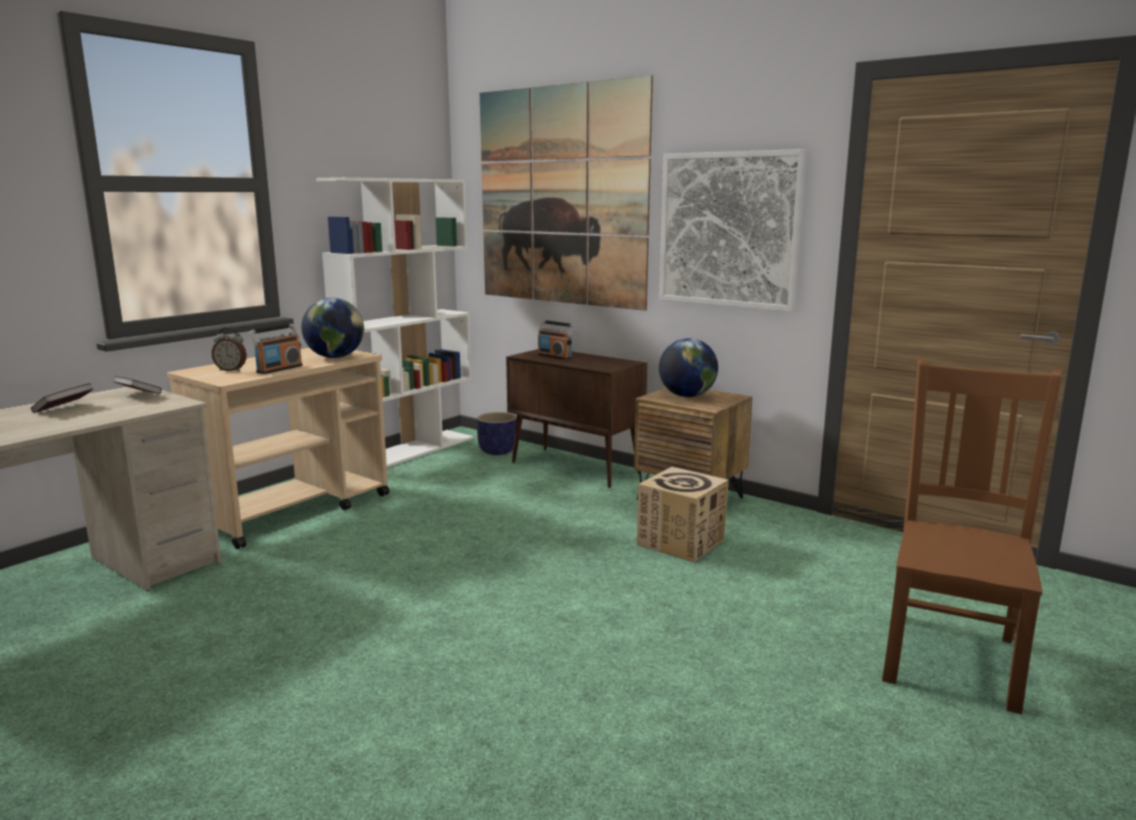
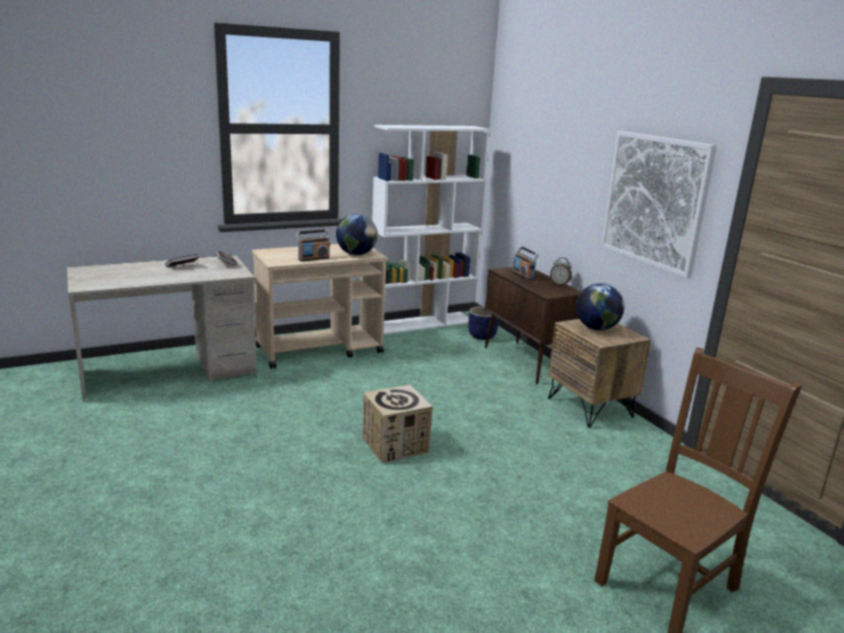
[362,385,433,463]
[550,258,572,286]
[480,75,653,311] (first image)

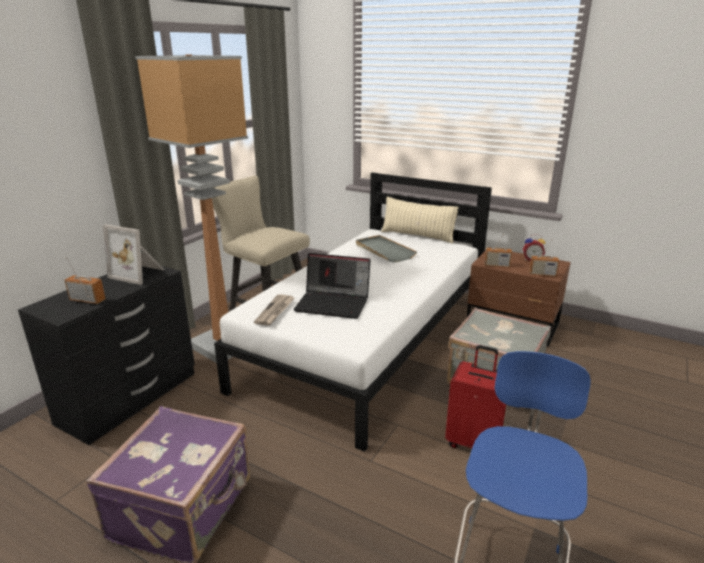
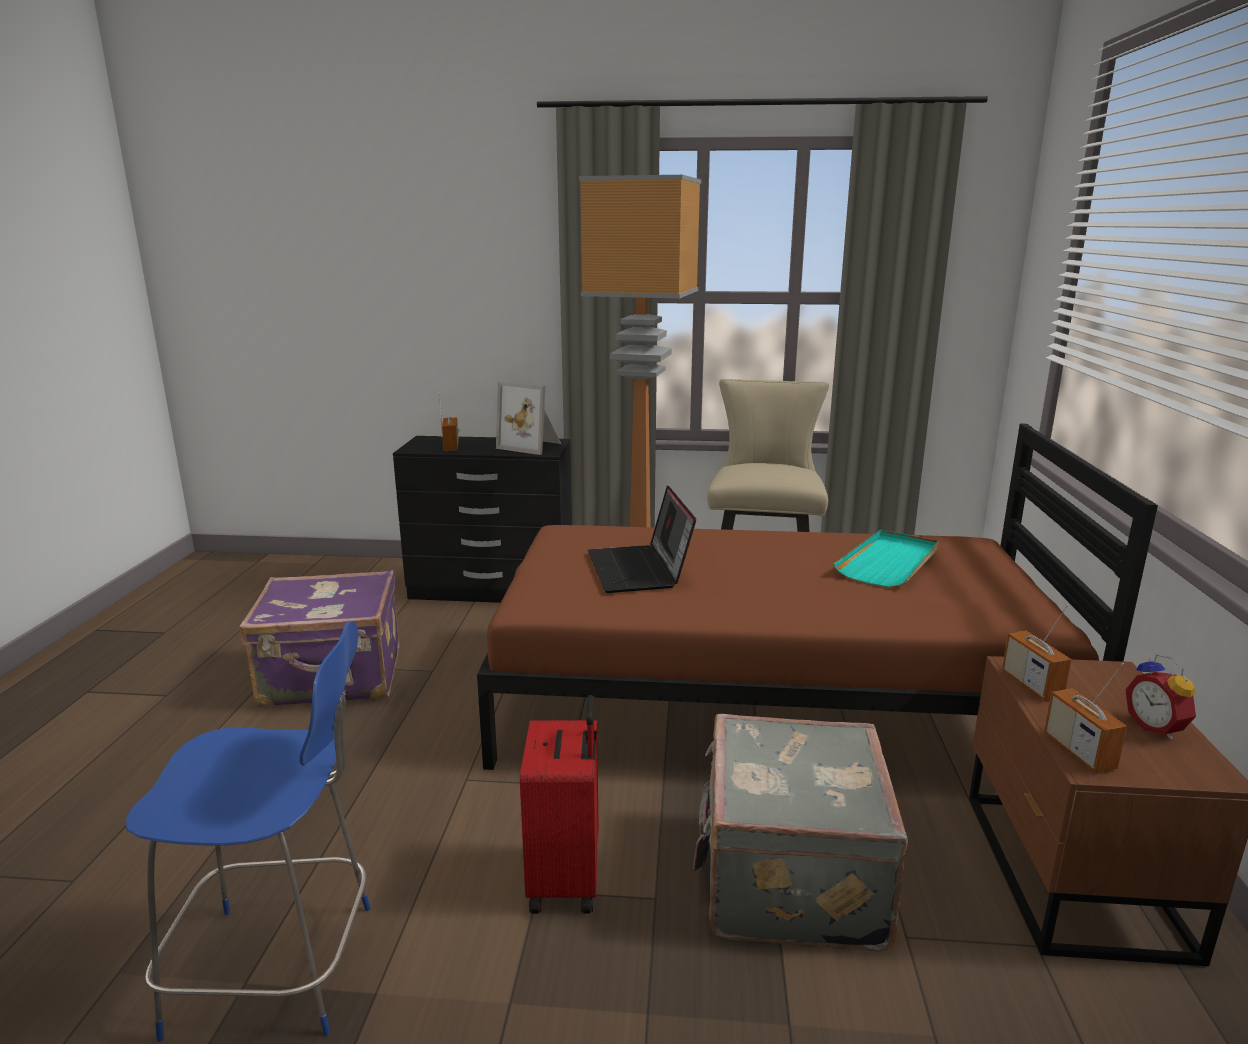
[477,424,1158,770]
[496,381,561,455]
[834,530,938,587]
[254,295,295,325] (first image)
[381,197,459,244] (first image)

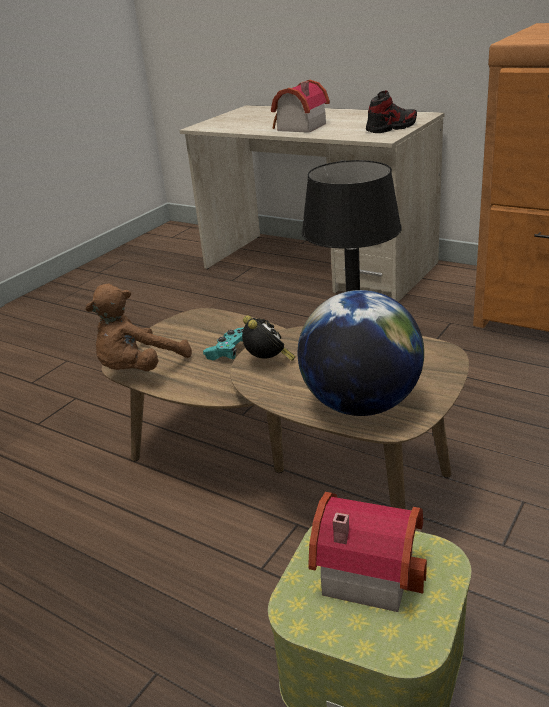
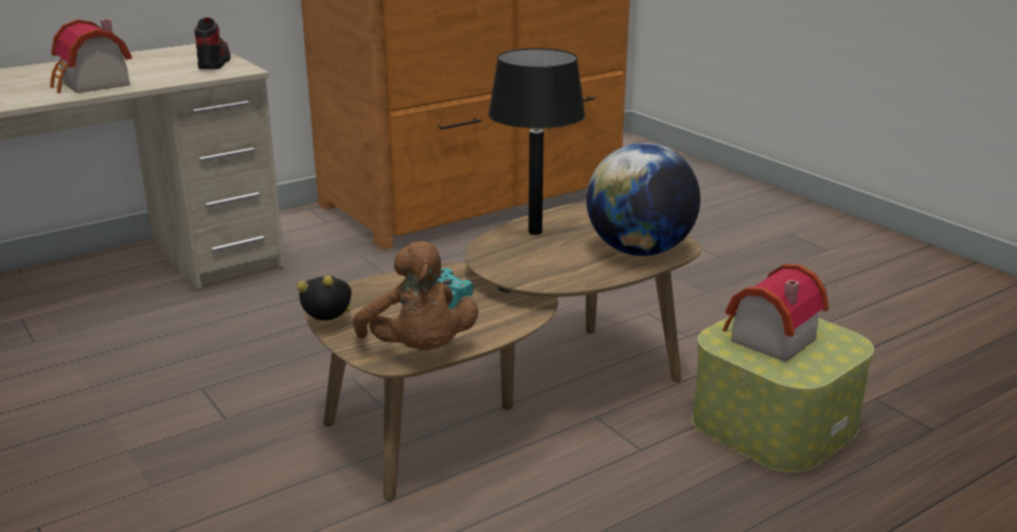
[297,276,352,320]

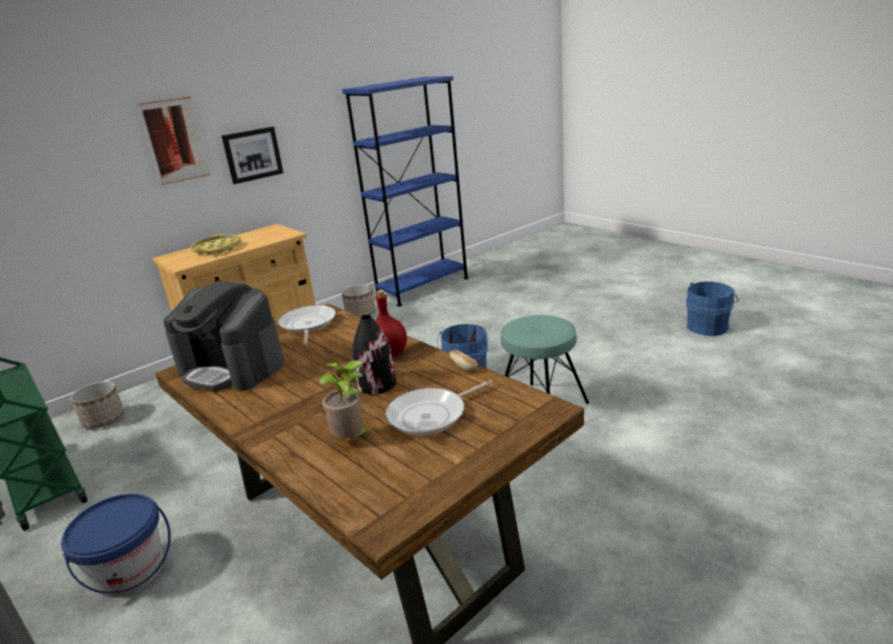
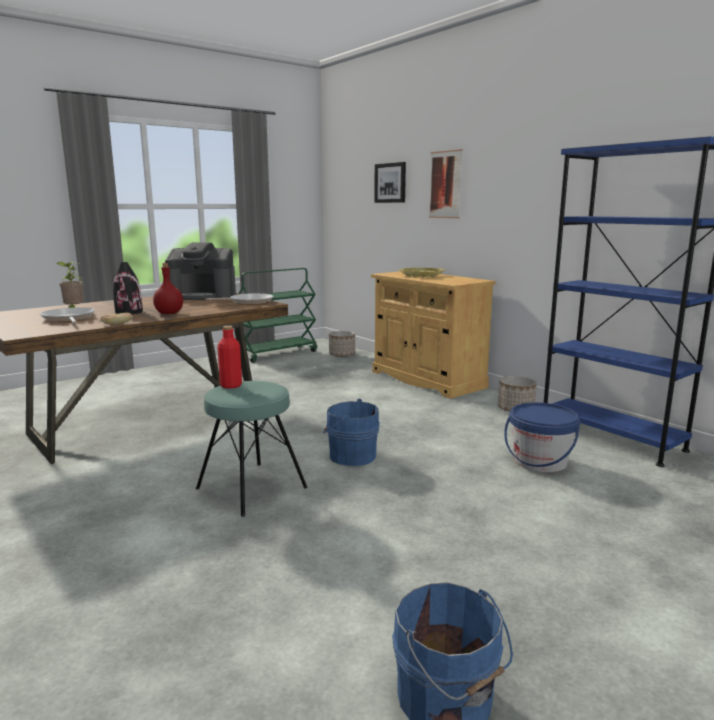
[165,242,236,300]
[218,326,242,389]
[374,162,406,203]
[504,402,580,472]

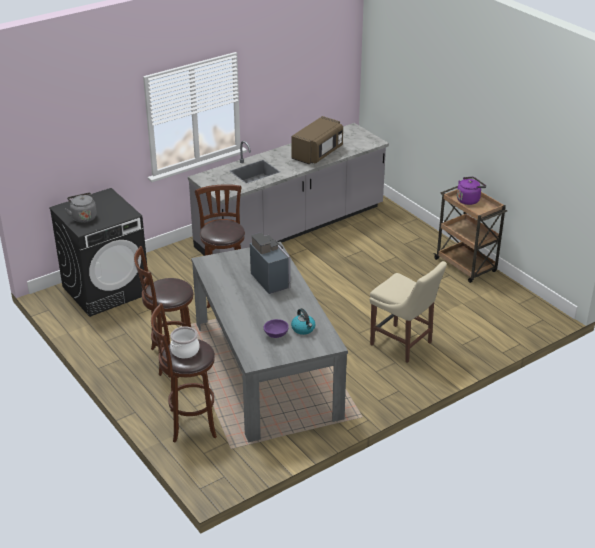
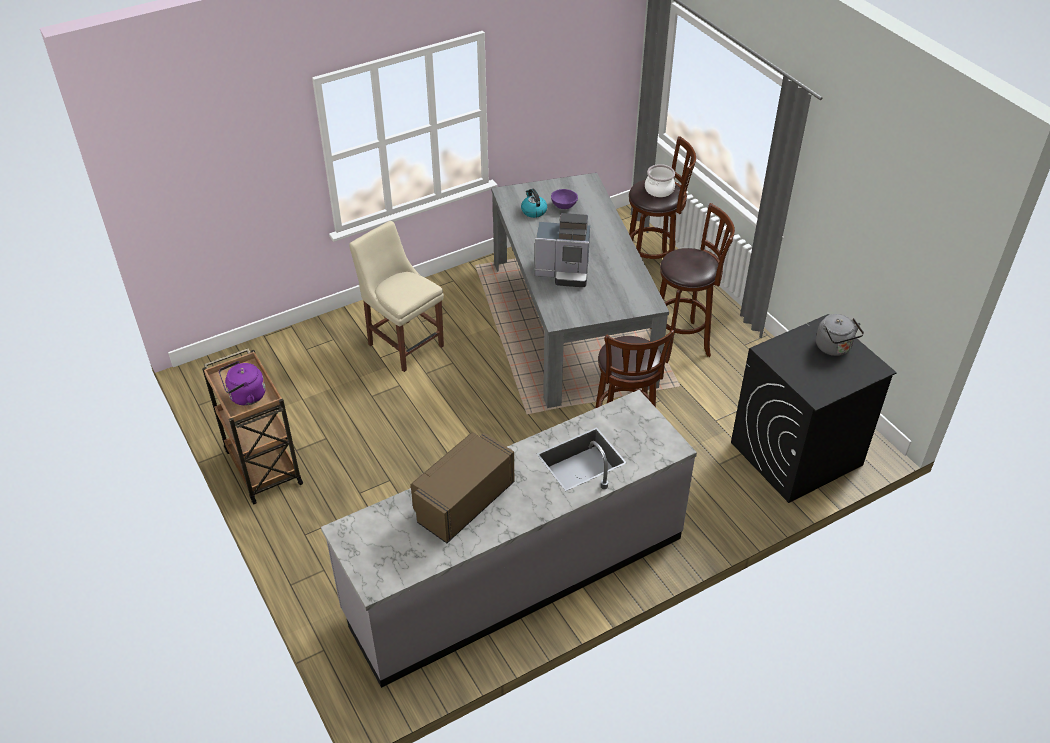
[535,213,590,287]

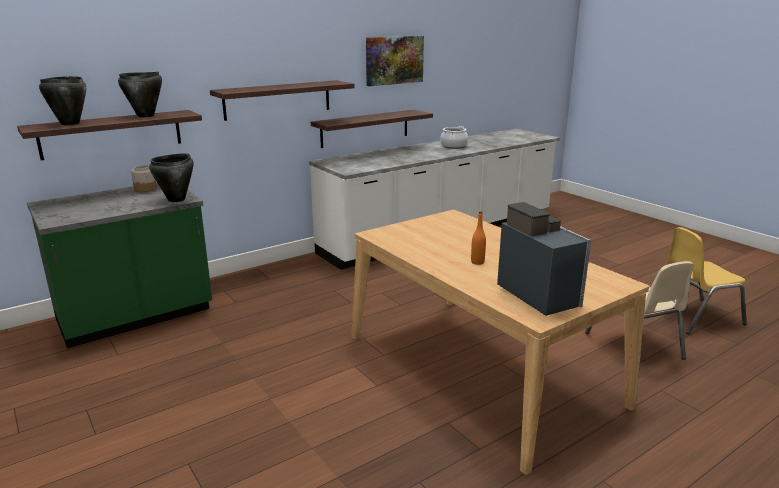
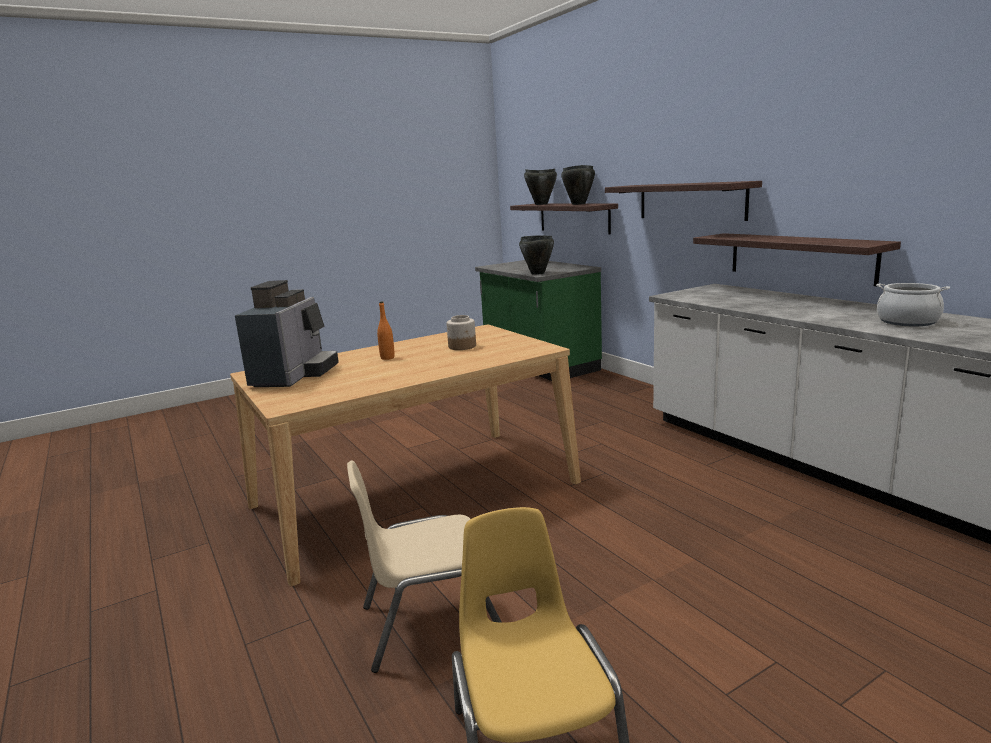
[235,280,339,387]
[446,315,476,350]
[366,36,424,86] (first image)

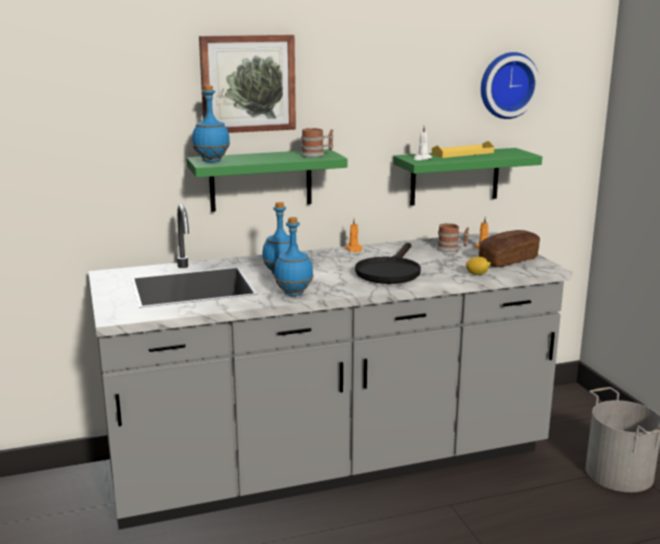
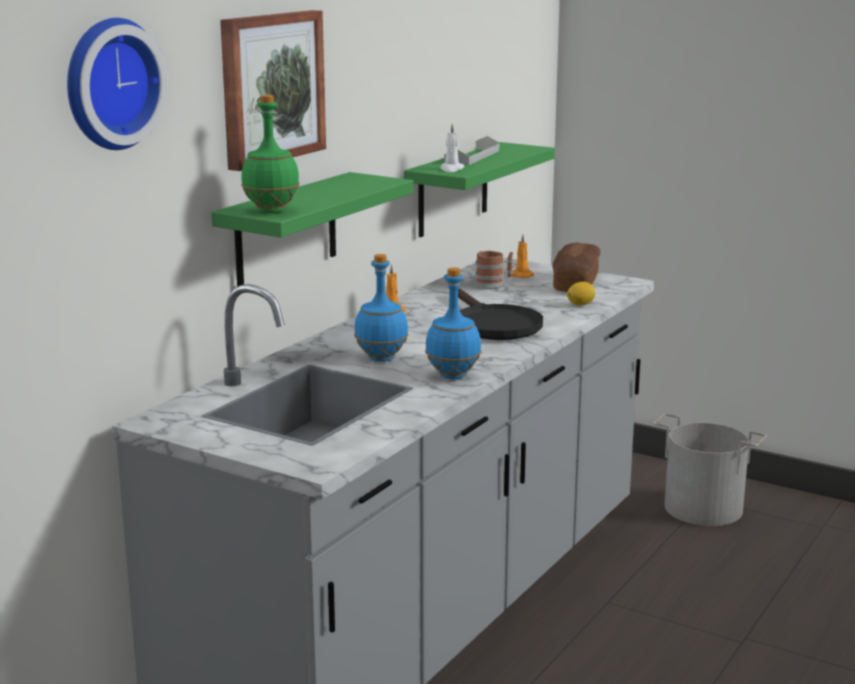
[67,18,168,150]
[241,95,300,213]
[444,136,499,165]
[301,128,333,157] (first image)

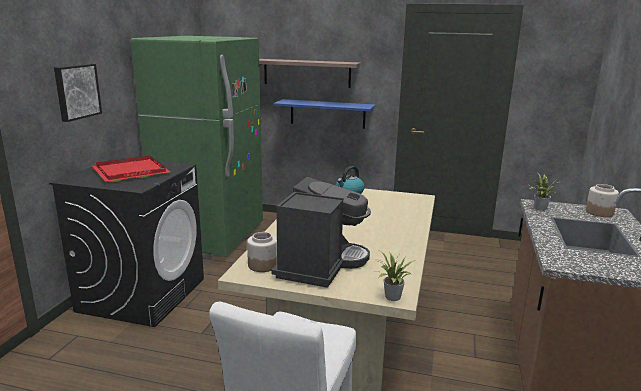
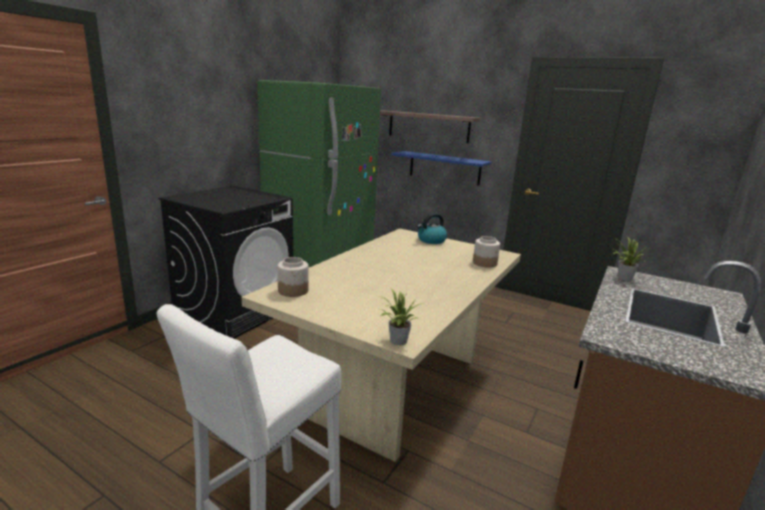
[473,236,500,268]
[54,64,102,122] (first image)
[92,156,170,182] (first image)
[272,177,371,288] (first image)

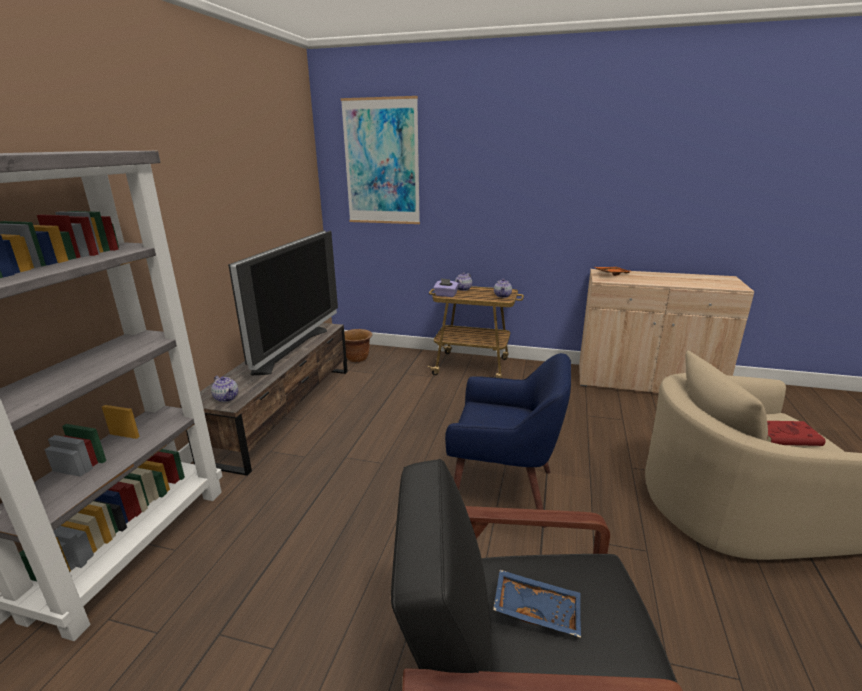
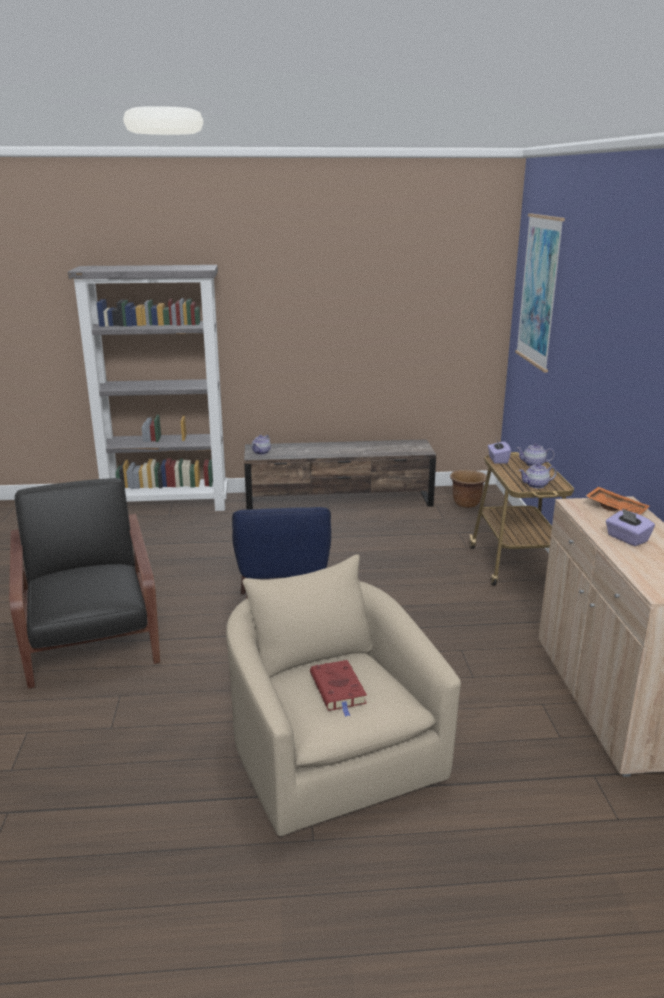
[606,508,655,546]
[228,231,338,375] (first image)
[493,570,581,638] (first image)

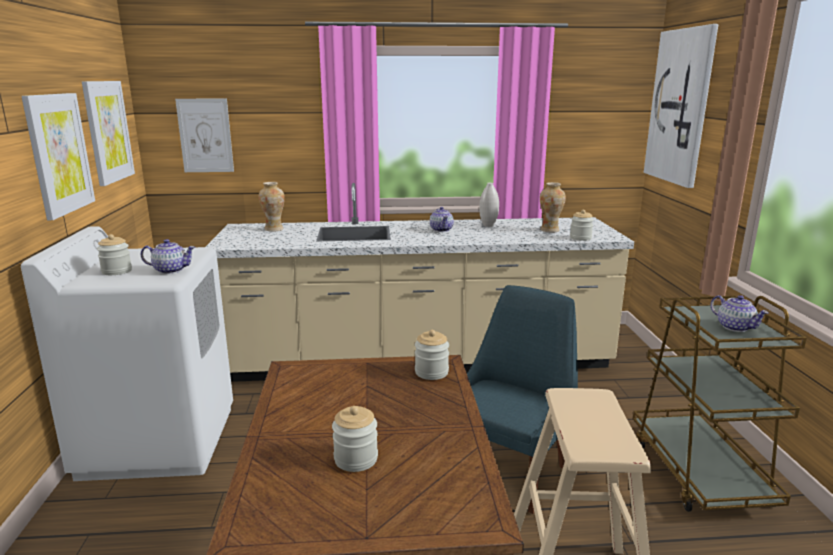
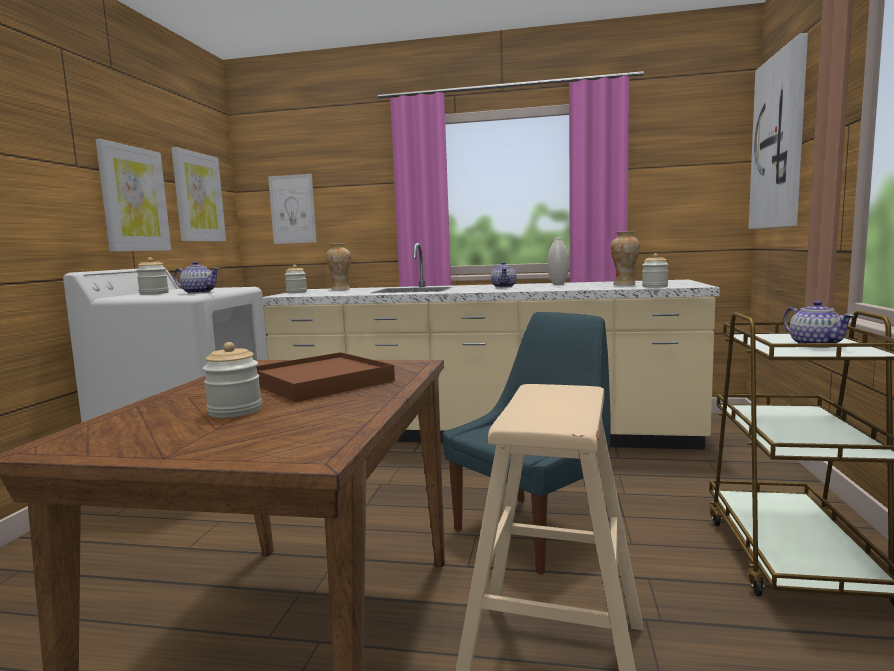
[256,352,395,402]
[285,265,307,293]

